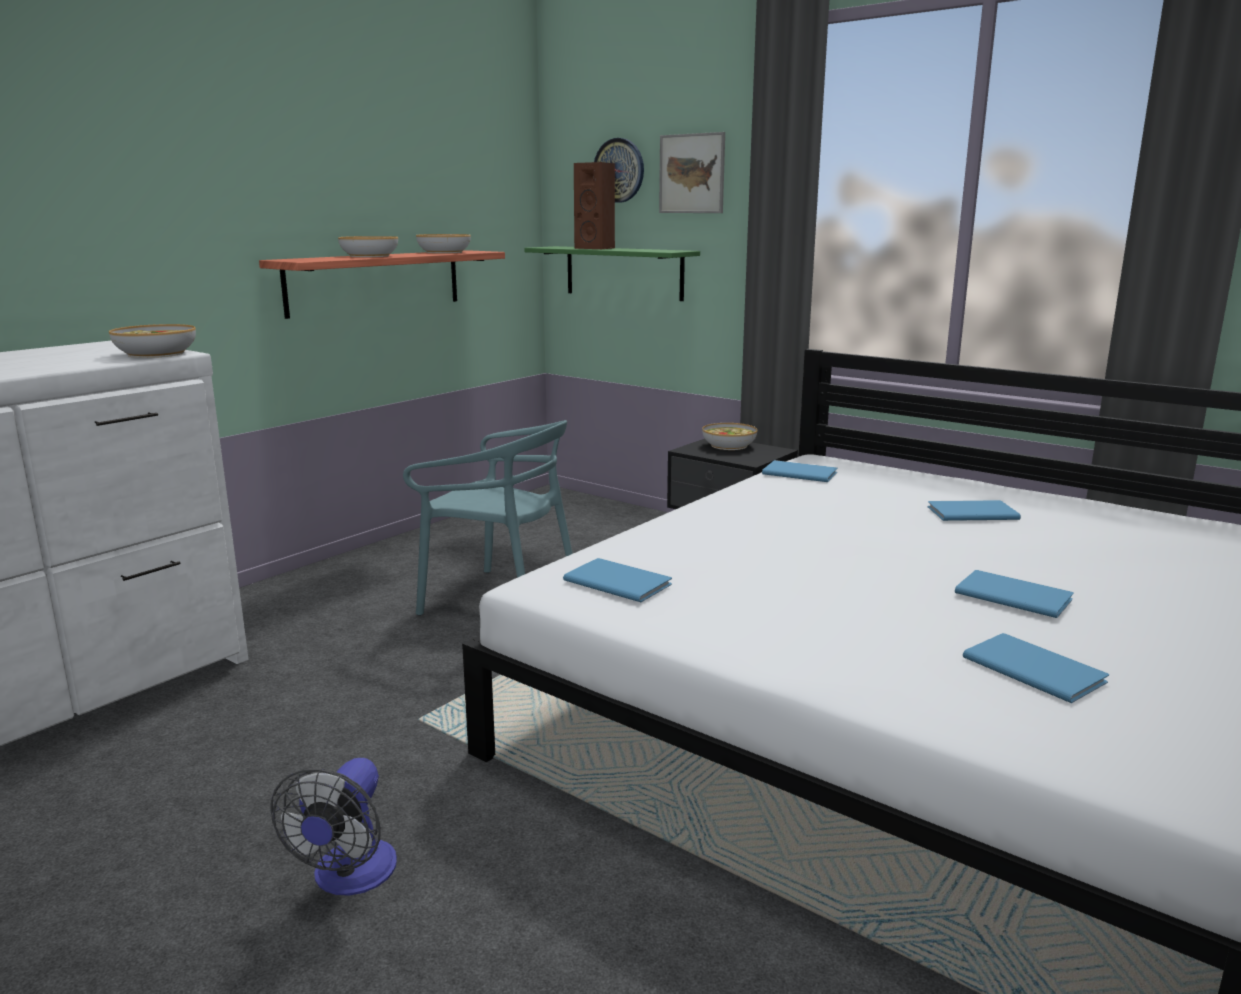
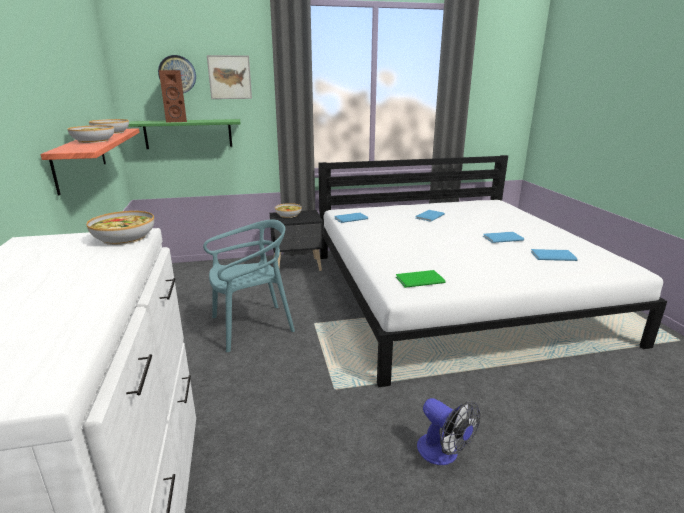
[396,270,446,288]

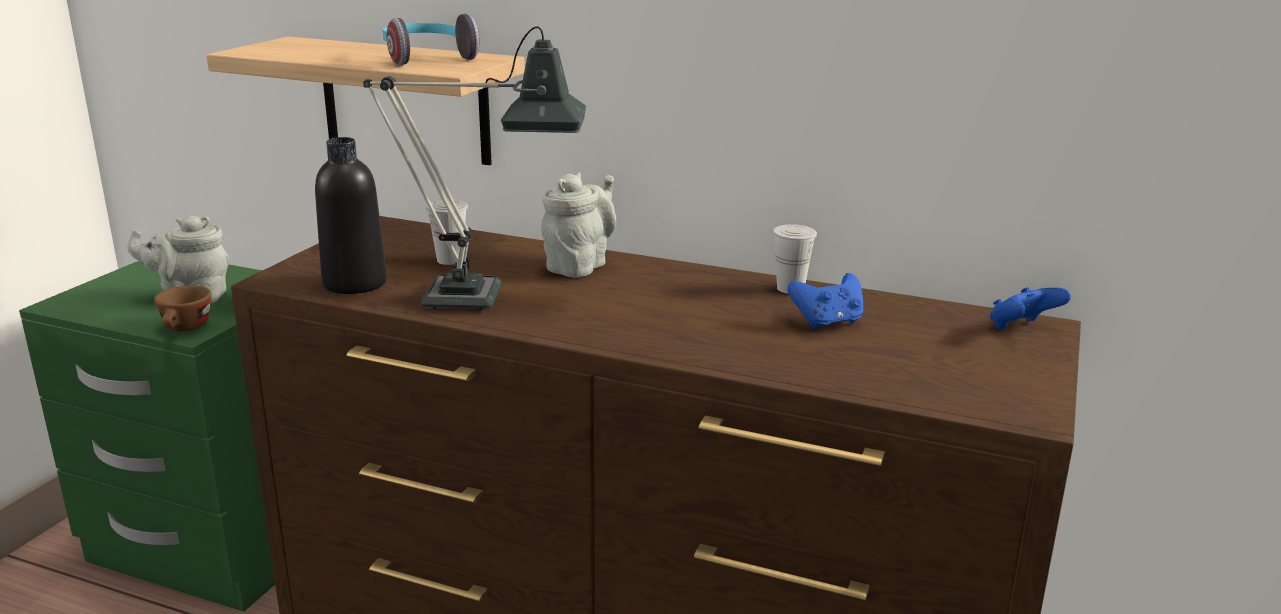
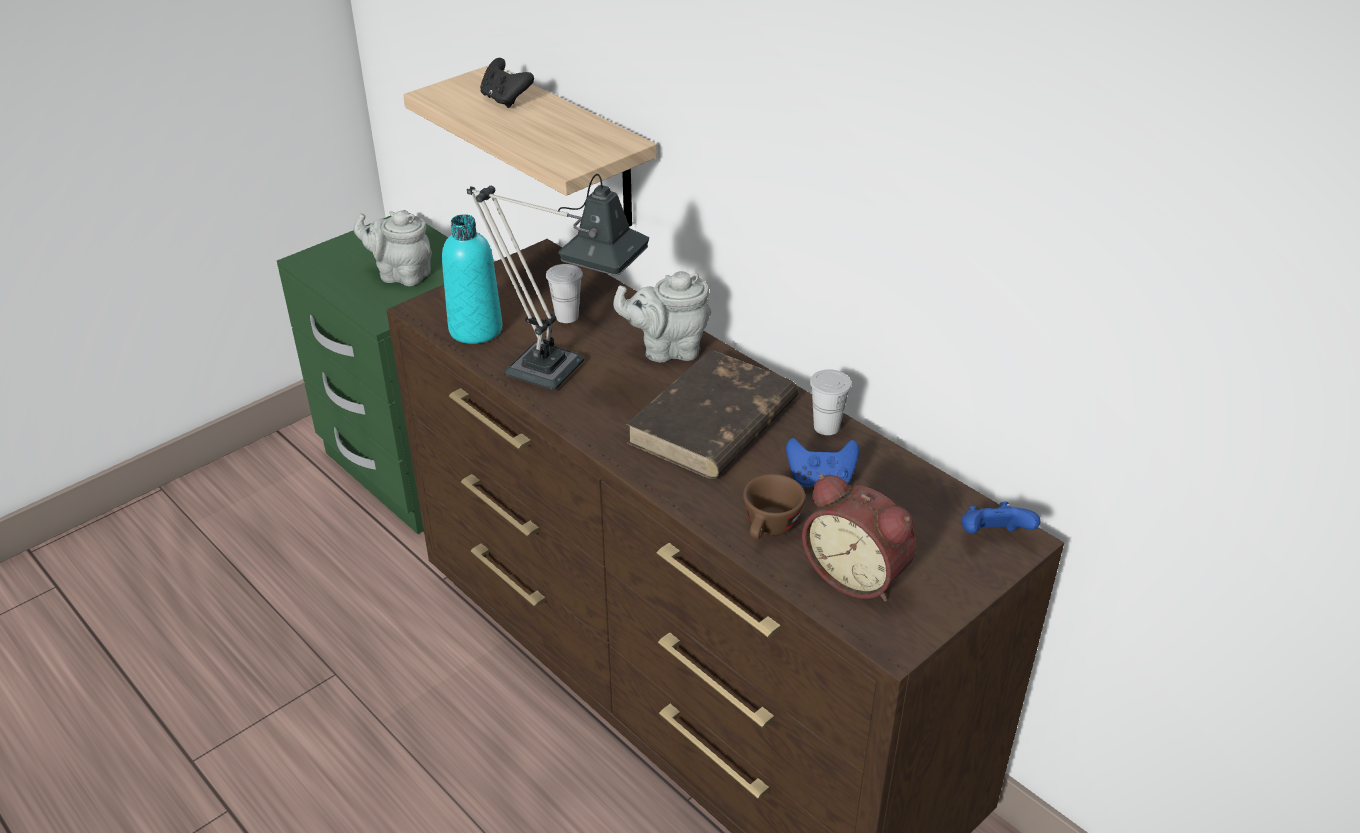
[442,214,502,344]
[480,58,534,108]
[613,271,711,362]
[626,349,799,479]
[743,474,806,539]
[802,474,916,602]
[382,14,480,66] (first image)

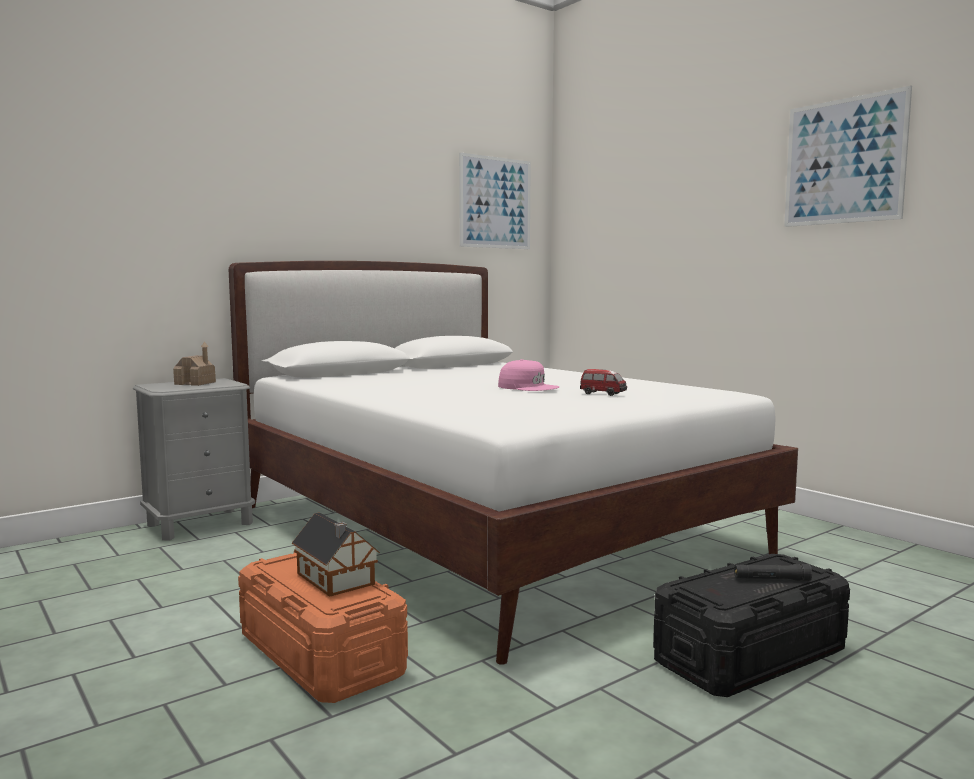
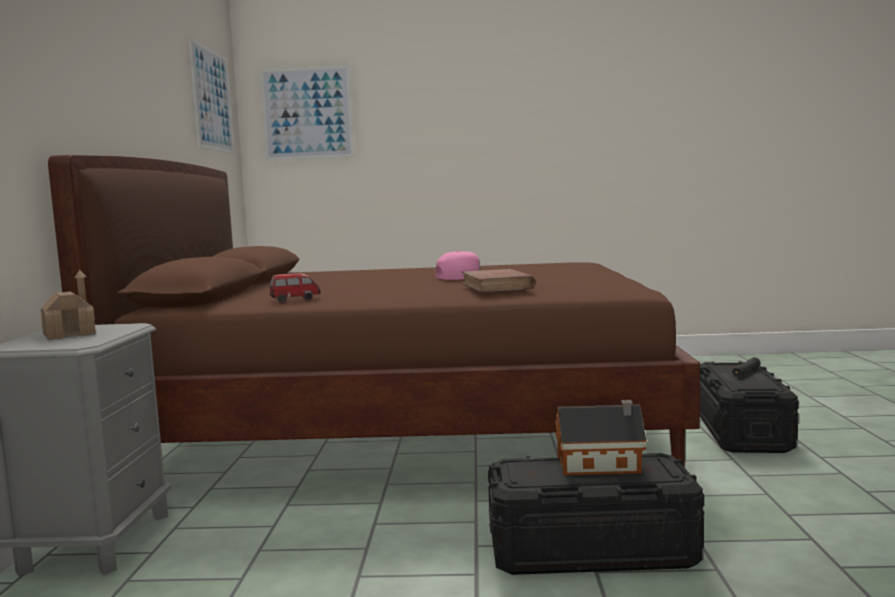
[48,154,700,468]
[260,65,354,161]
[270,273,321,302]
[461,269,535,292]
[488,453,704,575]

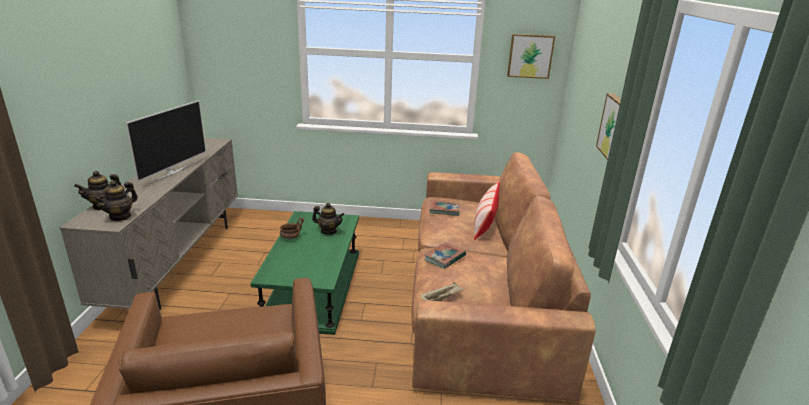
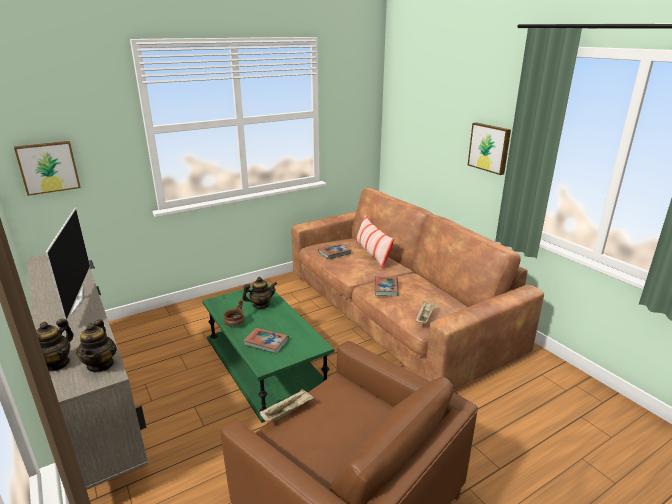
[14,141,81,196]
[243,328,289,354]
[260,389,314,422]

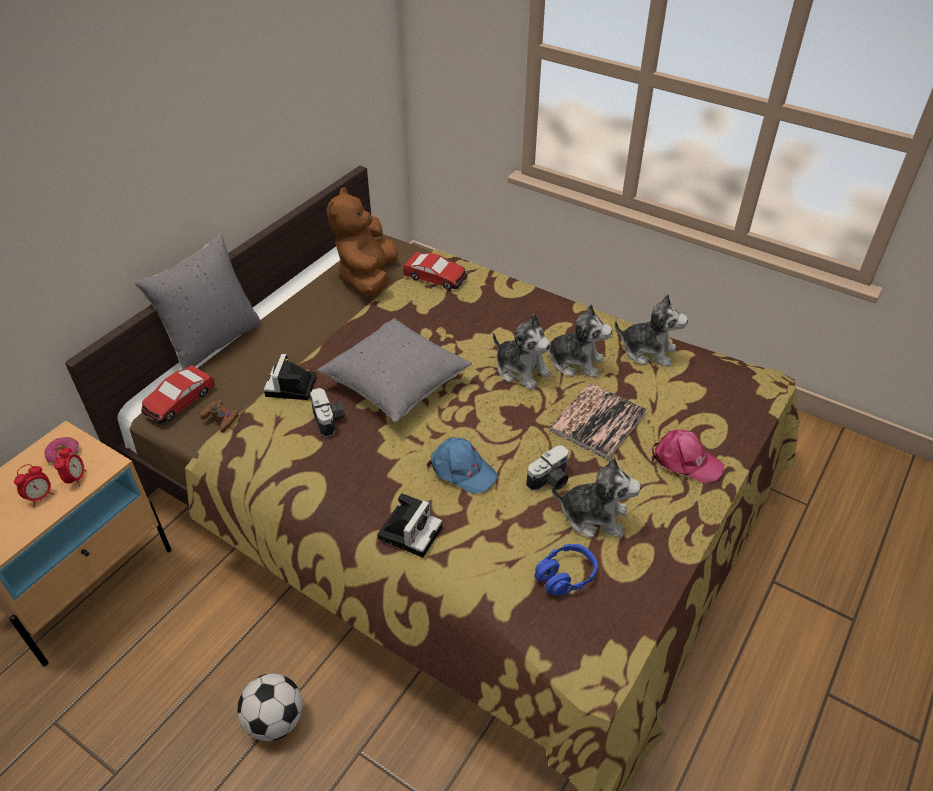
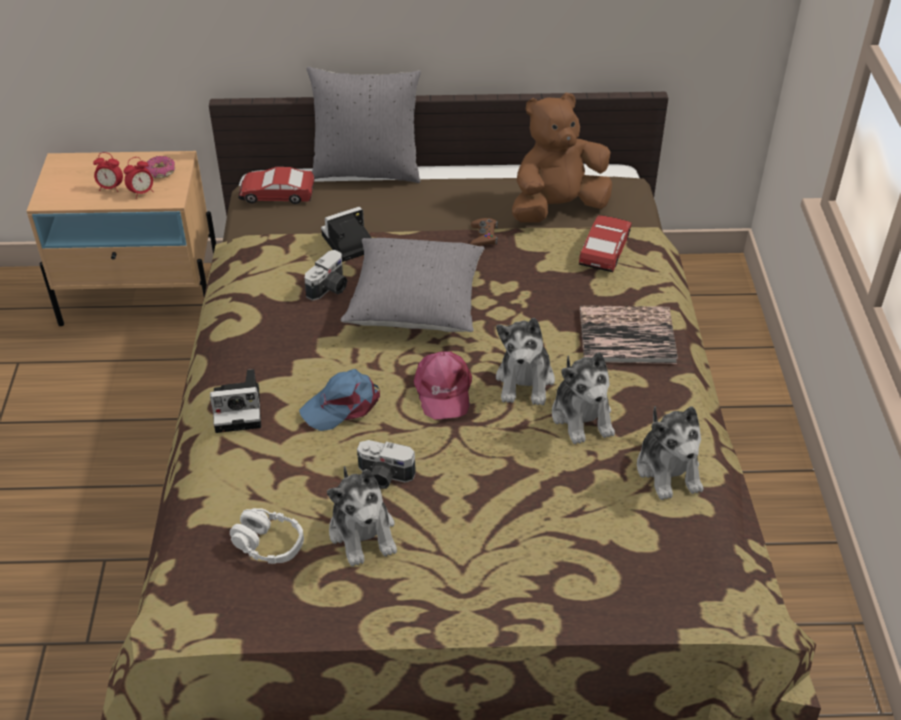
[230,508,304,564]
[299,369,380,431]
[414,351,472,420]
[470,218,498,246]
[579,215,632,272]
[580,305,678,364]
[237,673,303,741] (first image)

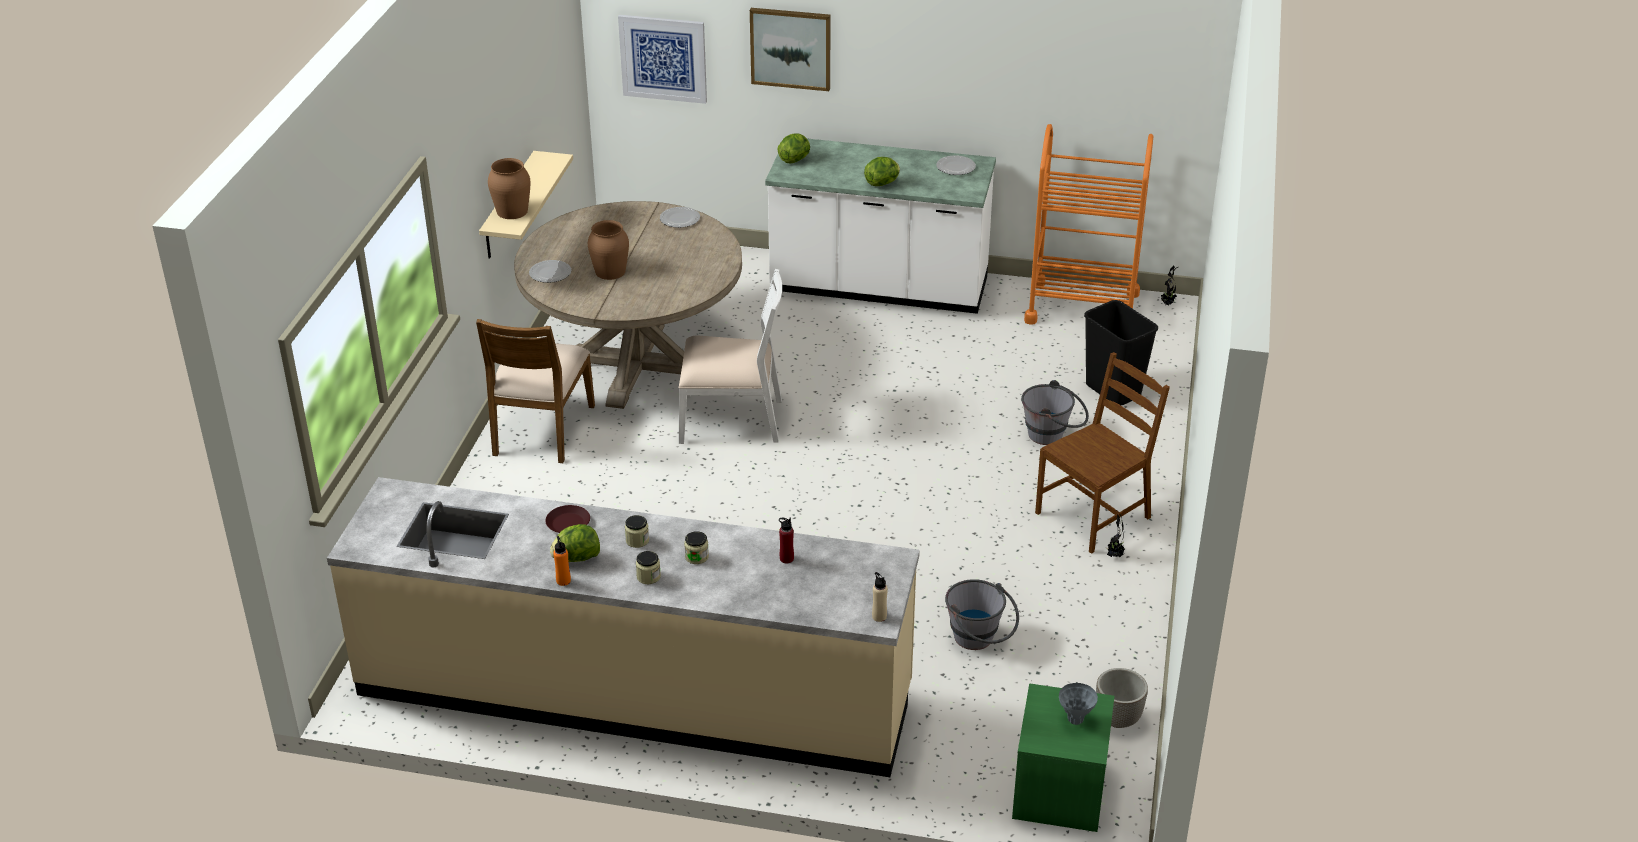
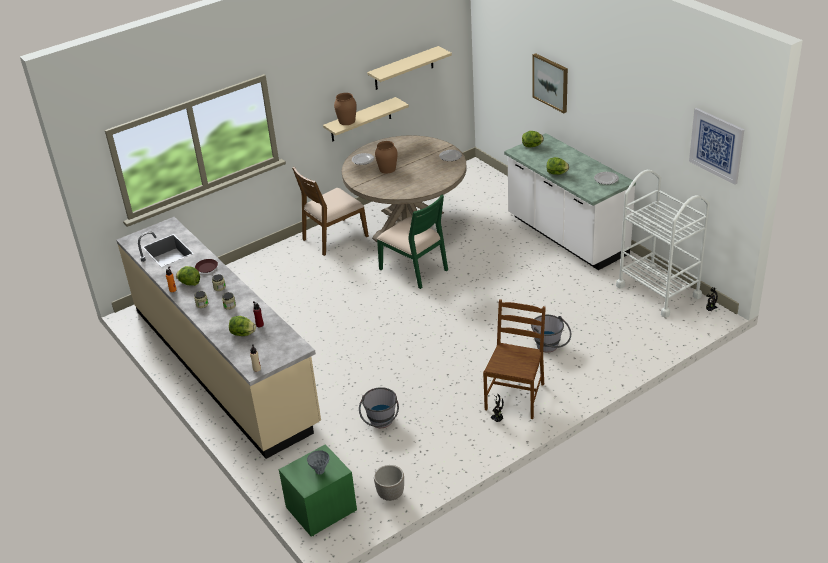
[229,316,256,336]
[367,46,452,90]
[377,195,448,289]
[483,299,546,419]
[616,170,710,318]
[689,108,744,185]
[1084,300,1158,405] (first image)

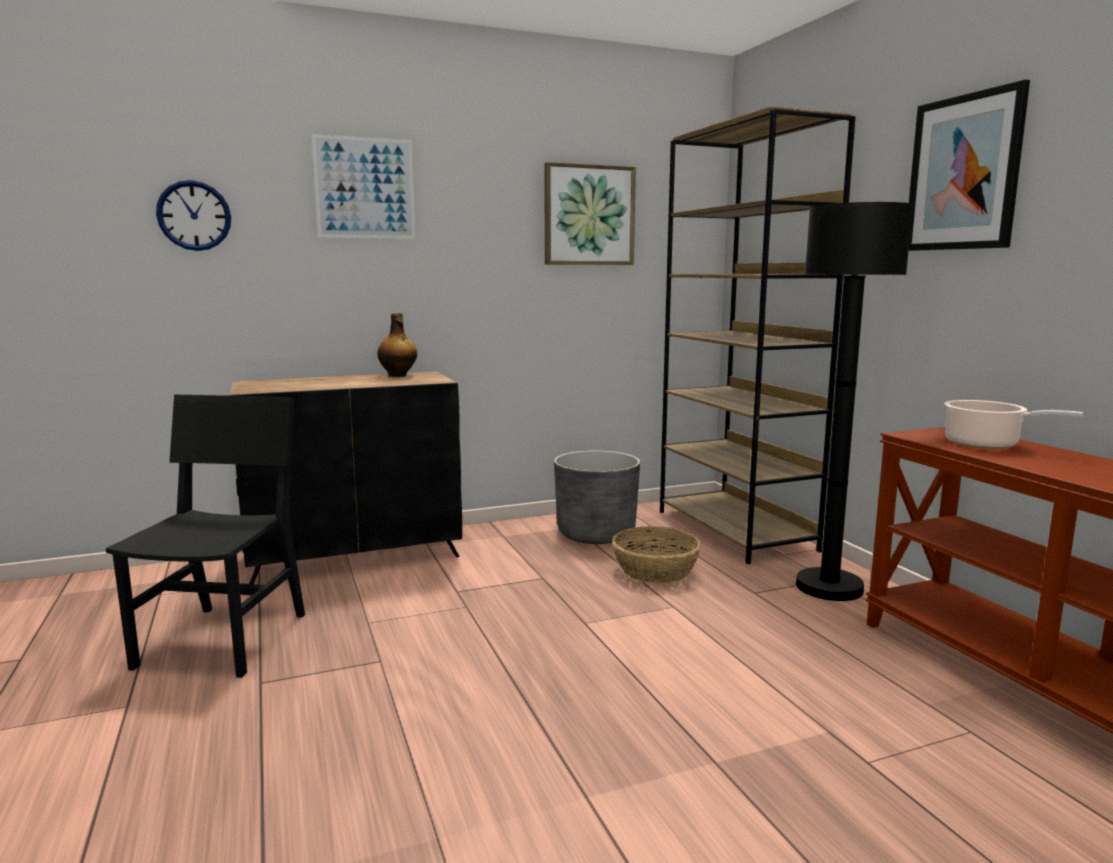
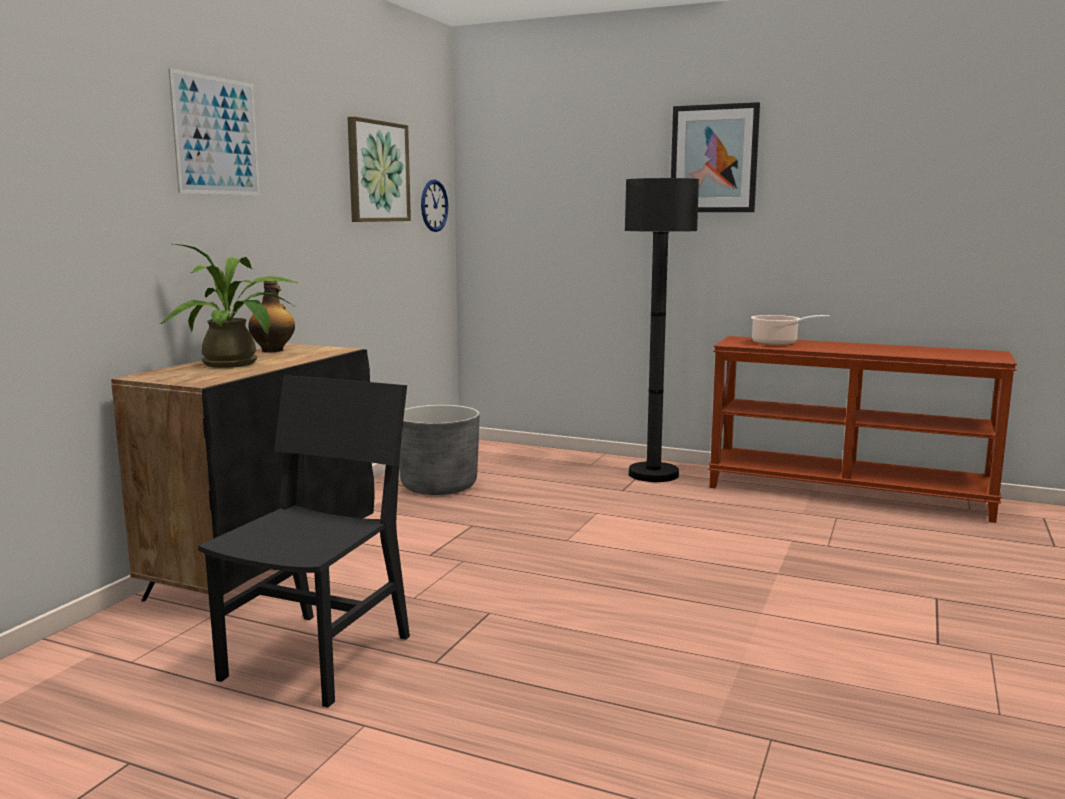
[160,244,297,368]
[198,376,410,708]
[421,180,448,232]
[612,526,701,584] (first image)
[660,106,856,564] (first image)

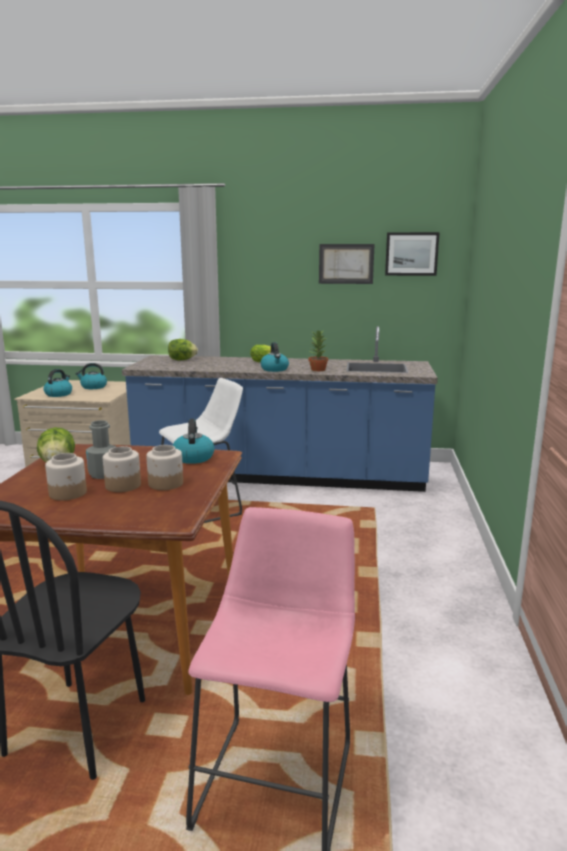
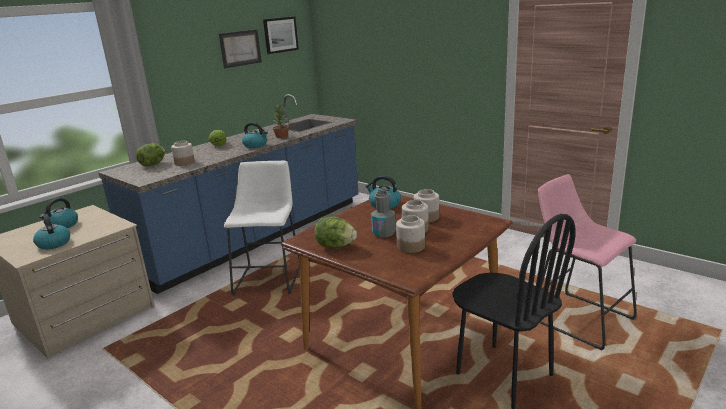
[171,141,195,166]

